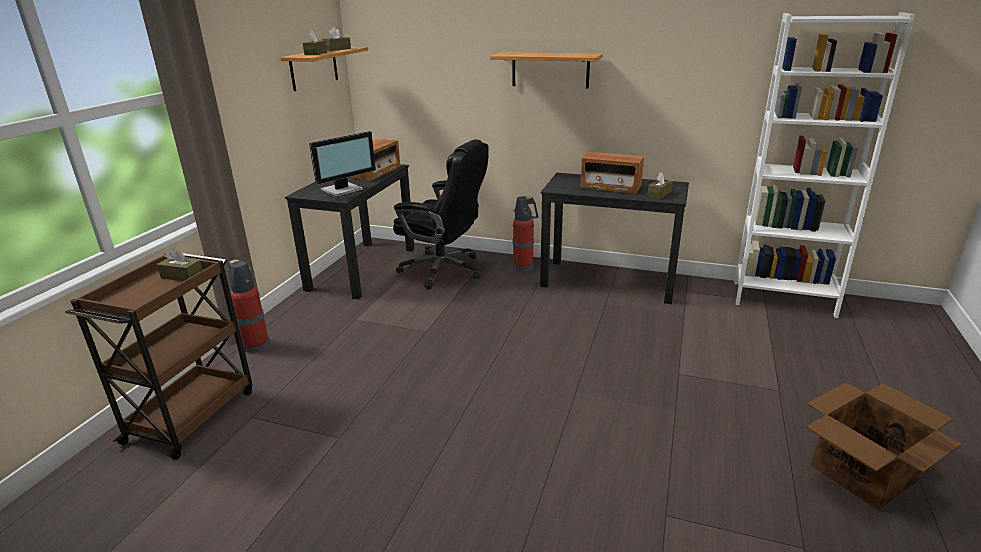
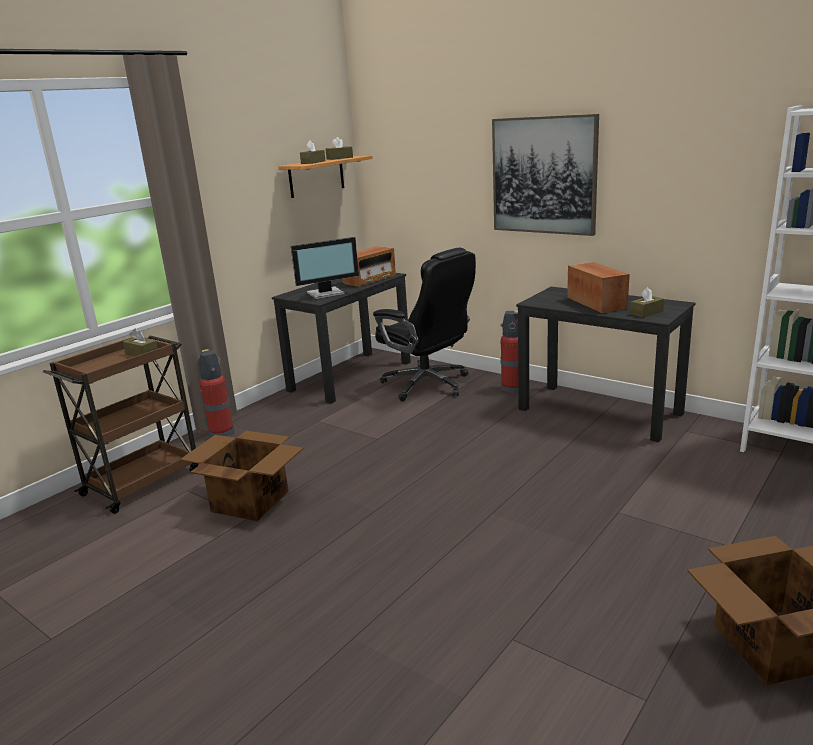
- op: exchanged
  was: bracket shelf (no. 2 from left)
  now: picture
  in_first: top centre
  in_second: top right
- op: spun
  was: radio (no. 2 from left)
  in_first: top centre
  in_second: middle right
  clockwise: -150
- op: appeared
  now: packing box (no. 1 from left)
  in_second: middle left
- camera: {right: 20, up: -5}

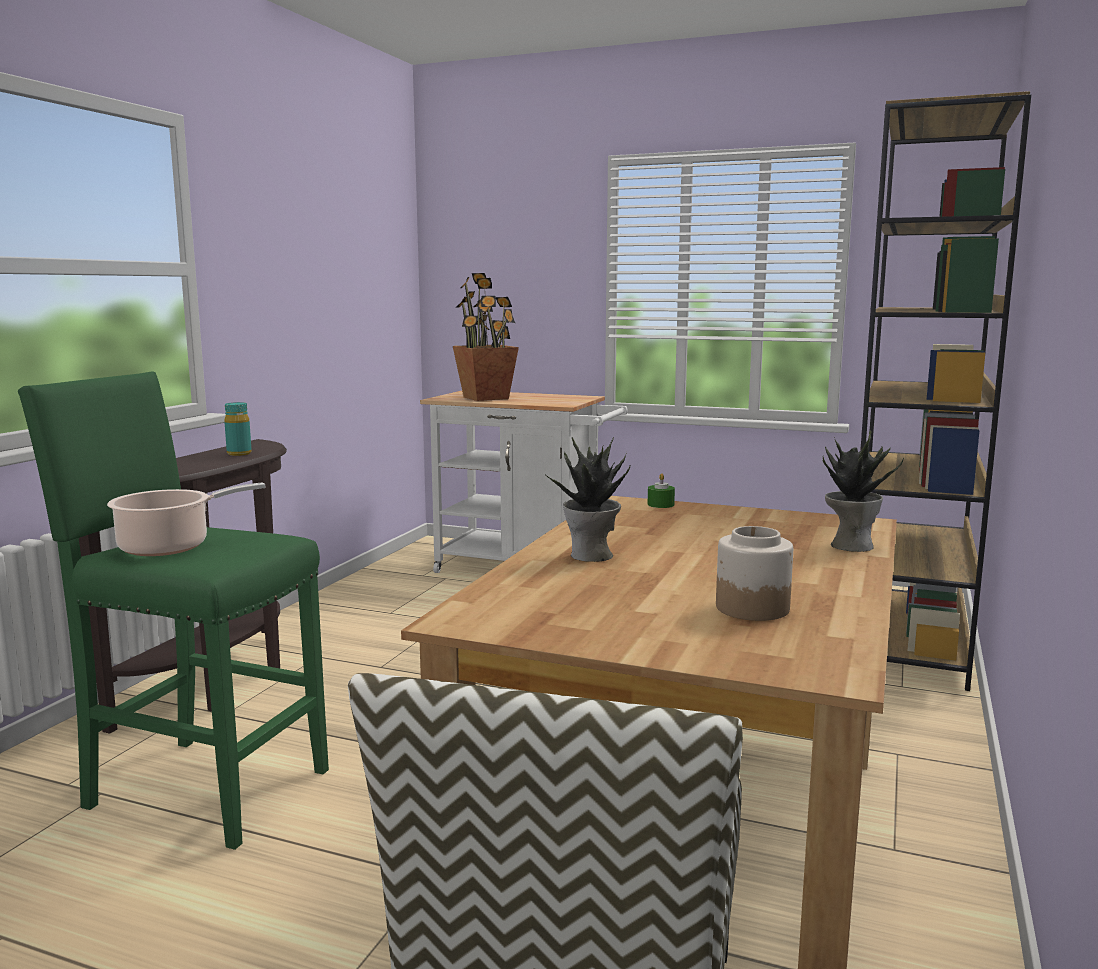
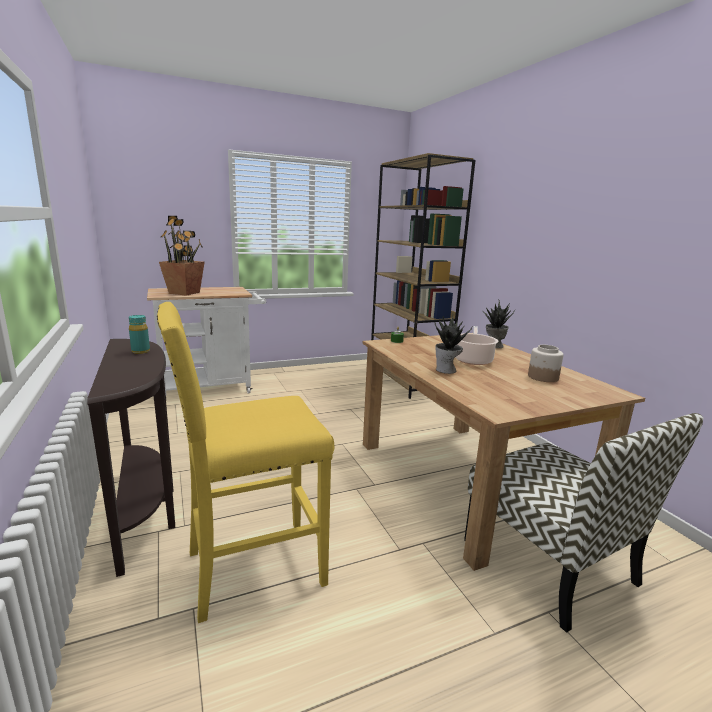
- op: colour
  was: green sitting stool
  now: yellowish sitting stool
  in_first: middle left
  in_second: centre
- op: relocated
  was: saucepot
  in_first: middle left
  in_second: middle right
- camera: {right: -45, up: 5}

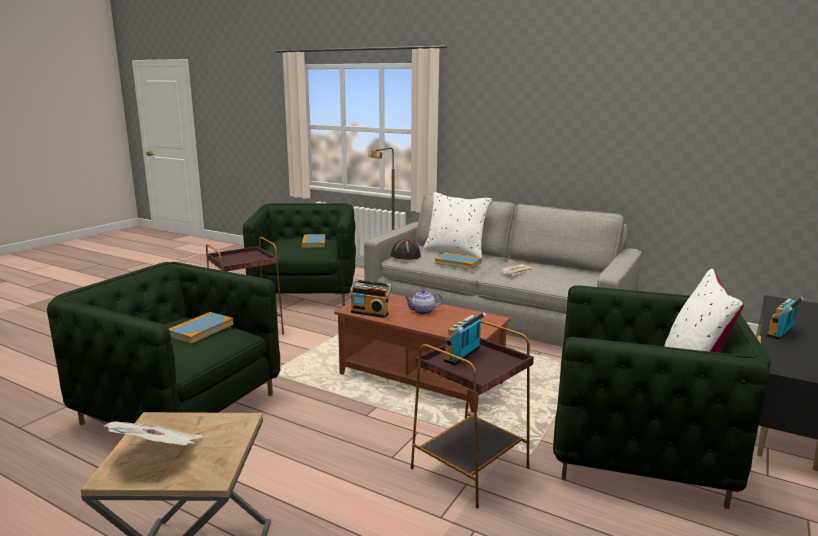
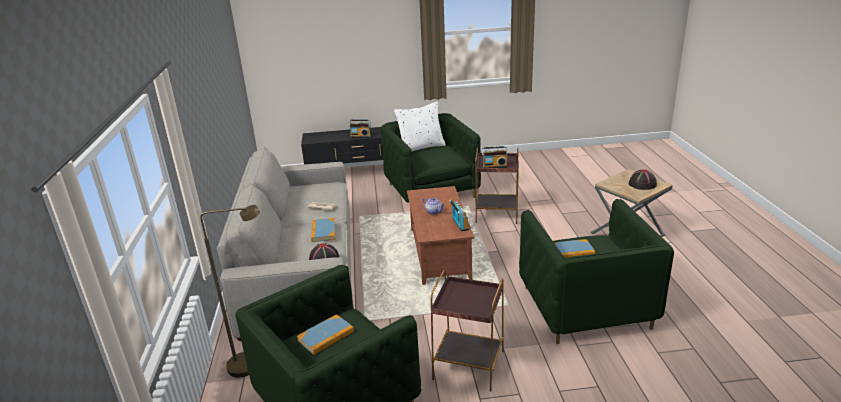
- op: exchanged
  was: printed paper (no. 1 from left)
  now: black-coloured hat (no. 2 from left)
  in_first: bottom left
  in_second: middle right
- op: missing
  was: whitish pillow (no. 1 from left)
  in_first: centre
- camera: {right: -125, up: 10}

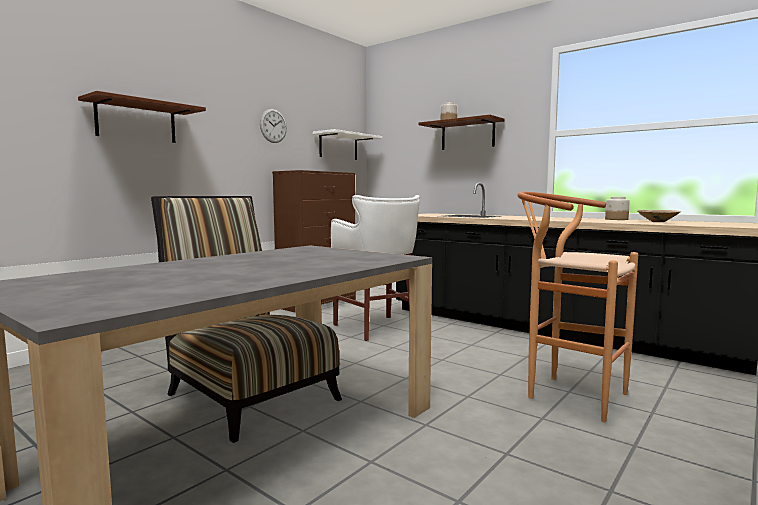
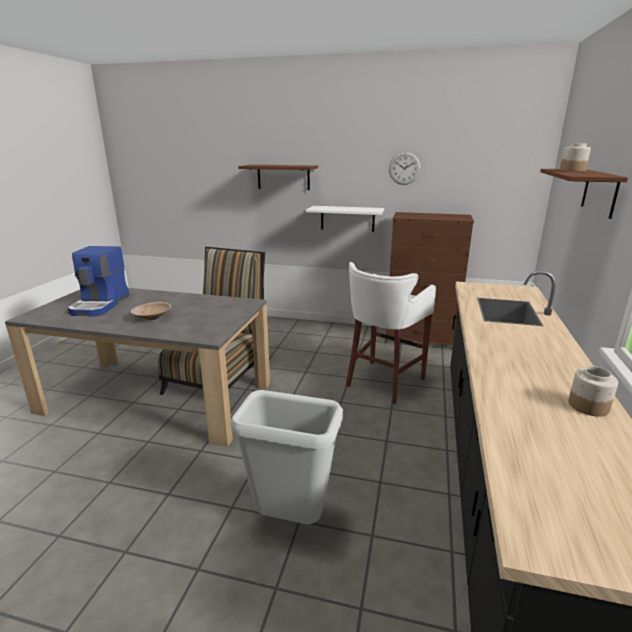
- op: relocated
  was: whitish bracket shelf
  in_first: top centre
  in_second: centre
- op: exchanged
  was: brown sitting stool
  now: grey trash can
  in_first: middle right
  in_second: bottom centre
- op: relocated
  was: sand-coloured serving bowl
  in_first: middle right
  in_second: middle left
- op: appeared
  now: coffee maker
  in_second: middle left
- camera: {right: 65, up: 15}

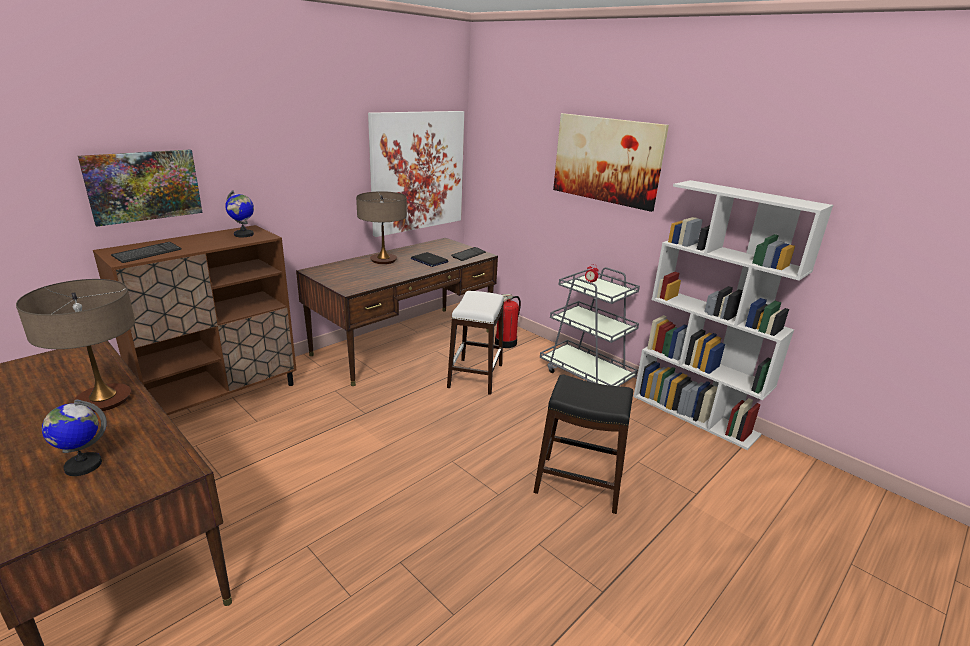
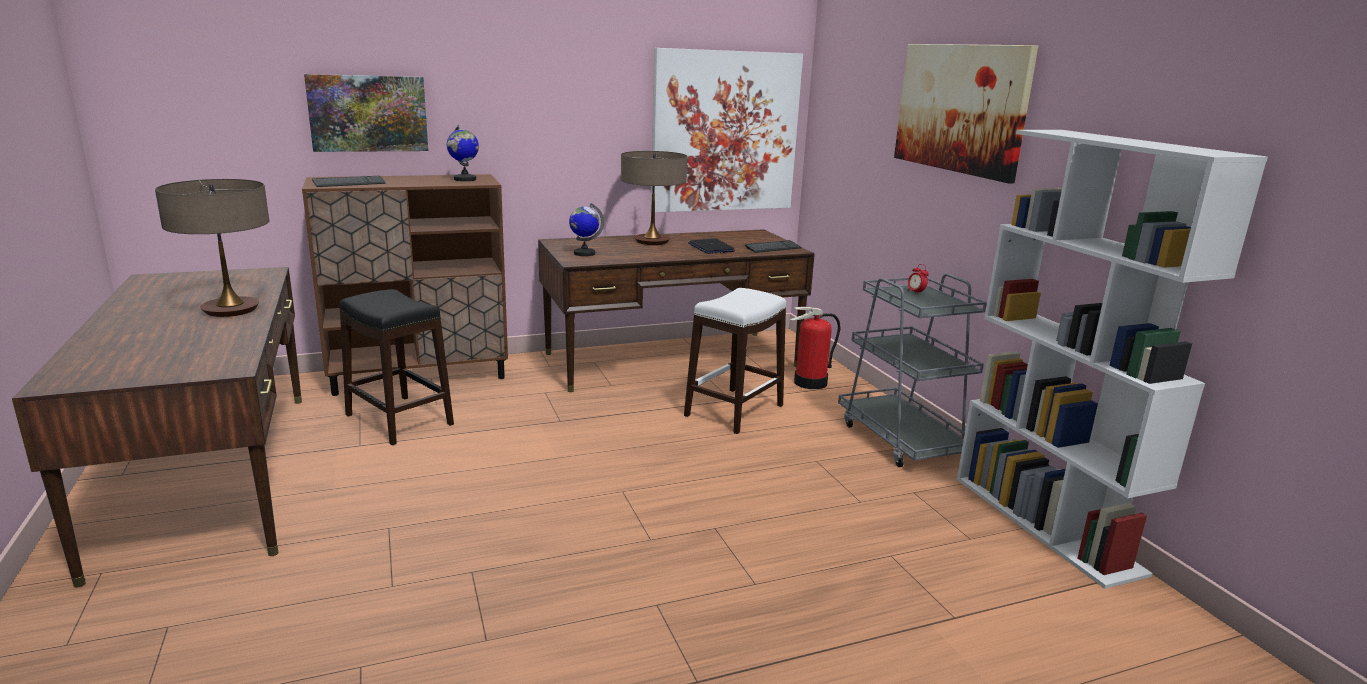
- op: relocated
  was: desk globe (no. 1 from left in the first image)
  now: desk globe (no. 2 from left)
  in_first: bottom left
  in_second: centre
- op: relocated
  was: black-coloured sitting stool
  in_first: bottom centre
  in_second: middle left
- camera: {right: 25, up: -5}

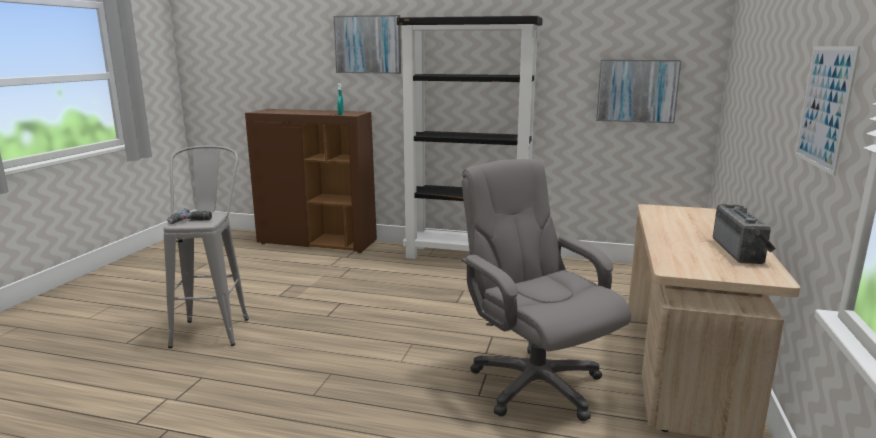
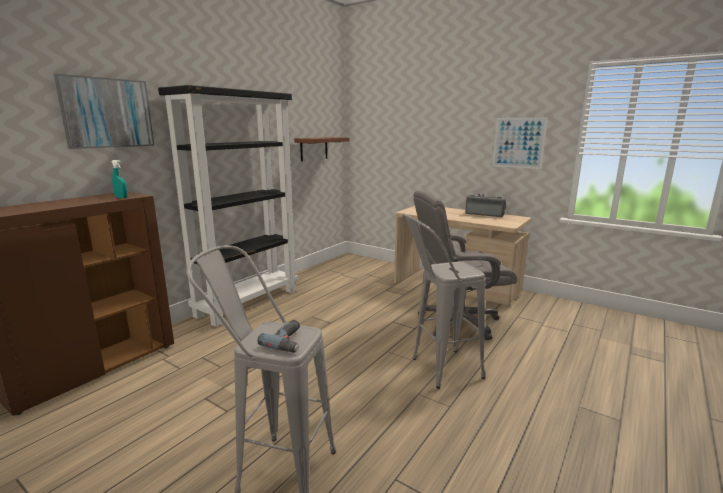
- op: exchanged
  was: picture (no. 2 from left)
  now: brown bracket shelf
  in_first: top right
  in_second: top centre
- op: appeared
  now: grey sitting stool (no. 2 from left)
  in_second: centre
- camera: {right: -70, up: 0}

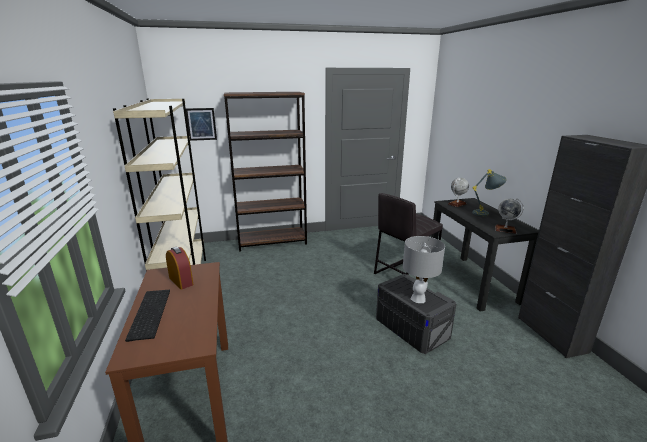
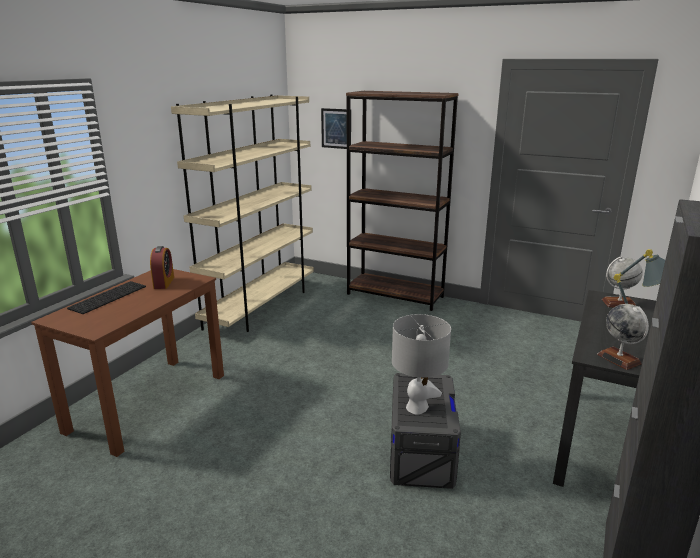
- op: missing
  was: grey sitting stool
  in_first: centre
- camera: {right: 40, up: 0}

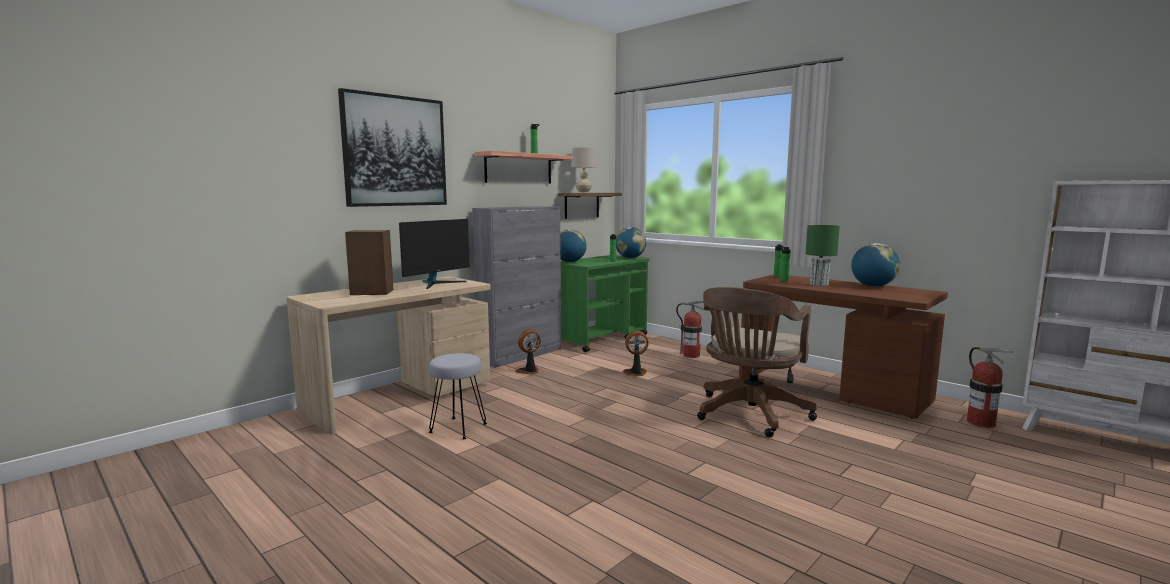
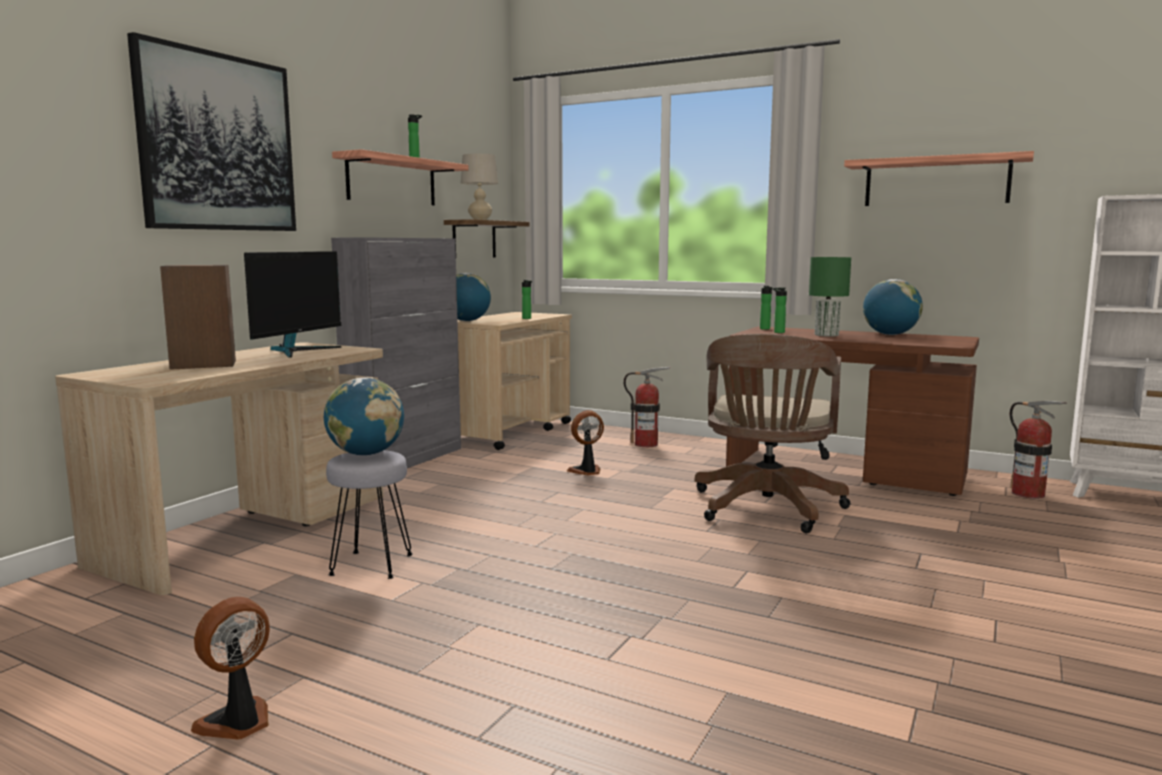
- op: relocated
  was: cooling fan (no. 1 from left)
  in_first: centre
  in_second: bottom left
- op: colour
  was: green trolley
  now: sand-coloured trolley
  in_first: centre
  in_second: centre
- op: relocated
  was: desk globe (no. 2 from left in the first image)
  now: desk globe (no. 1 from left)
  in_first: centre
  in_second: middle left
- op: appeared
  now: bracket shelf (no. 3 from left)
  in_second: top right
- camera: {right: -15, up: 0}

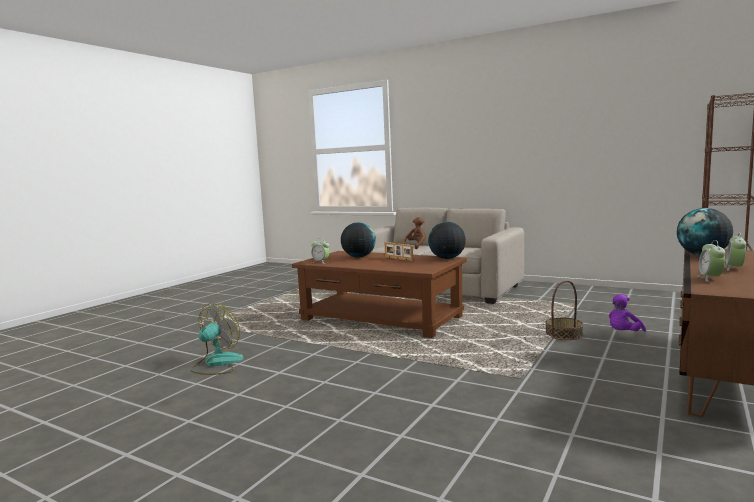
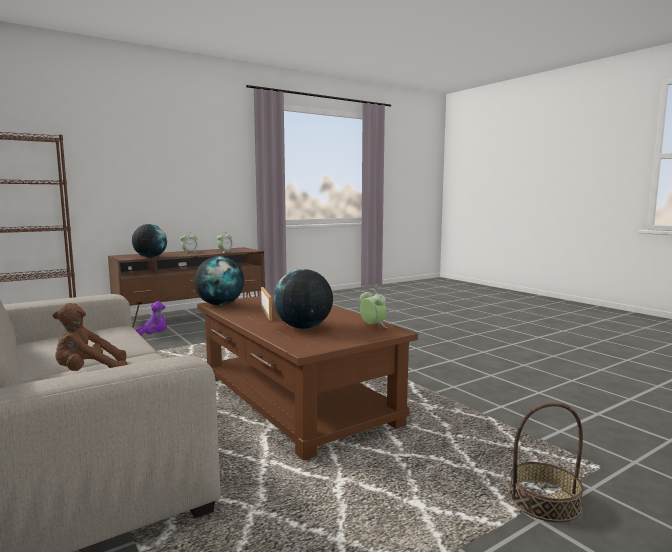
- op: missing
  was: cooling fan
  in_first: bottom left
- op: relocated
  was: household basket
  in_first: middle right
  in_second: bottom right
- camera: {right: -155, up: 0}

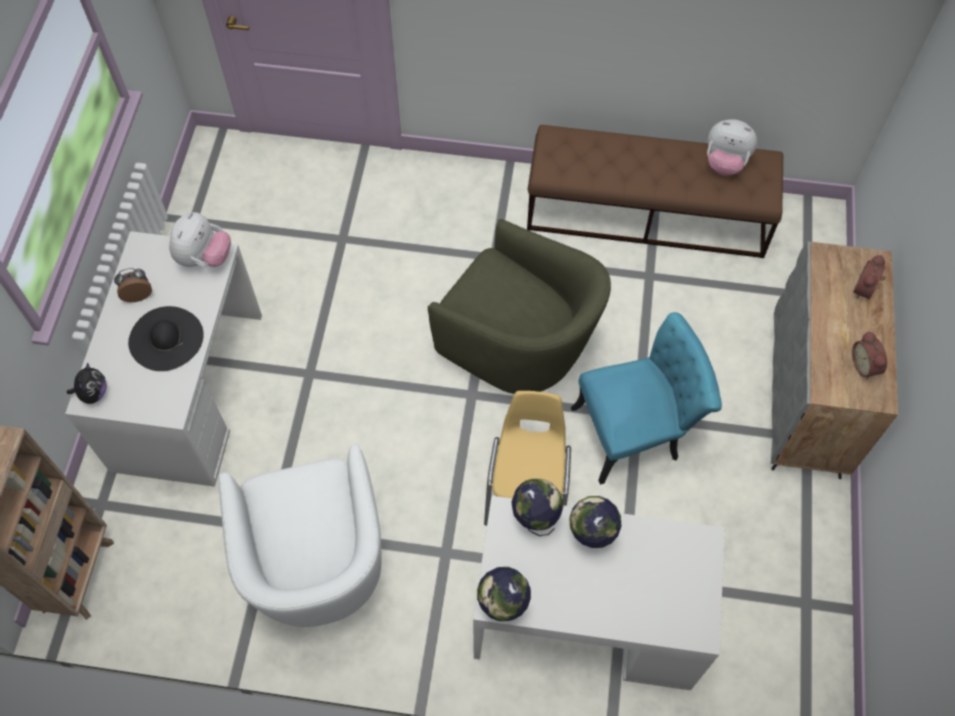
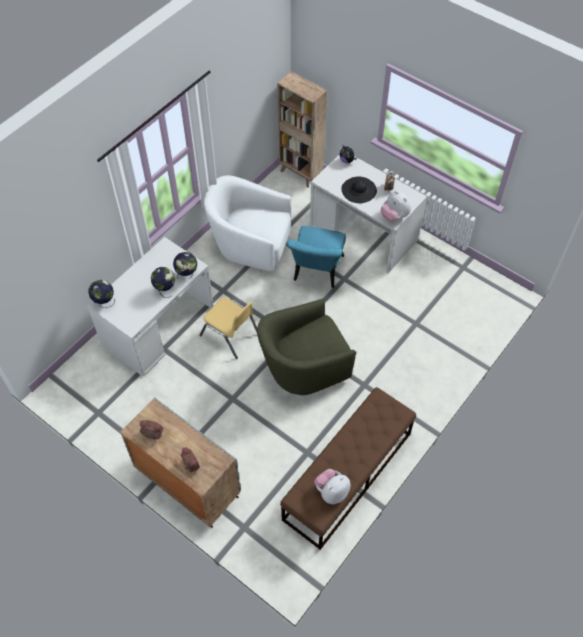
- op: relocated
  was: desk globe (no. 1 from left)
  in_first: bottom centre
  in_second: middle left
- op: relocated
  was: turquoise-coloured upright chair
  in_first: middle right
  in_second: centre
- camera: {right: 120, up: -5}

